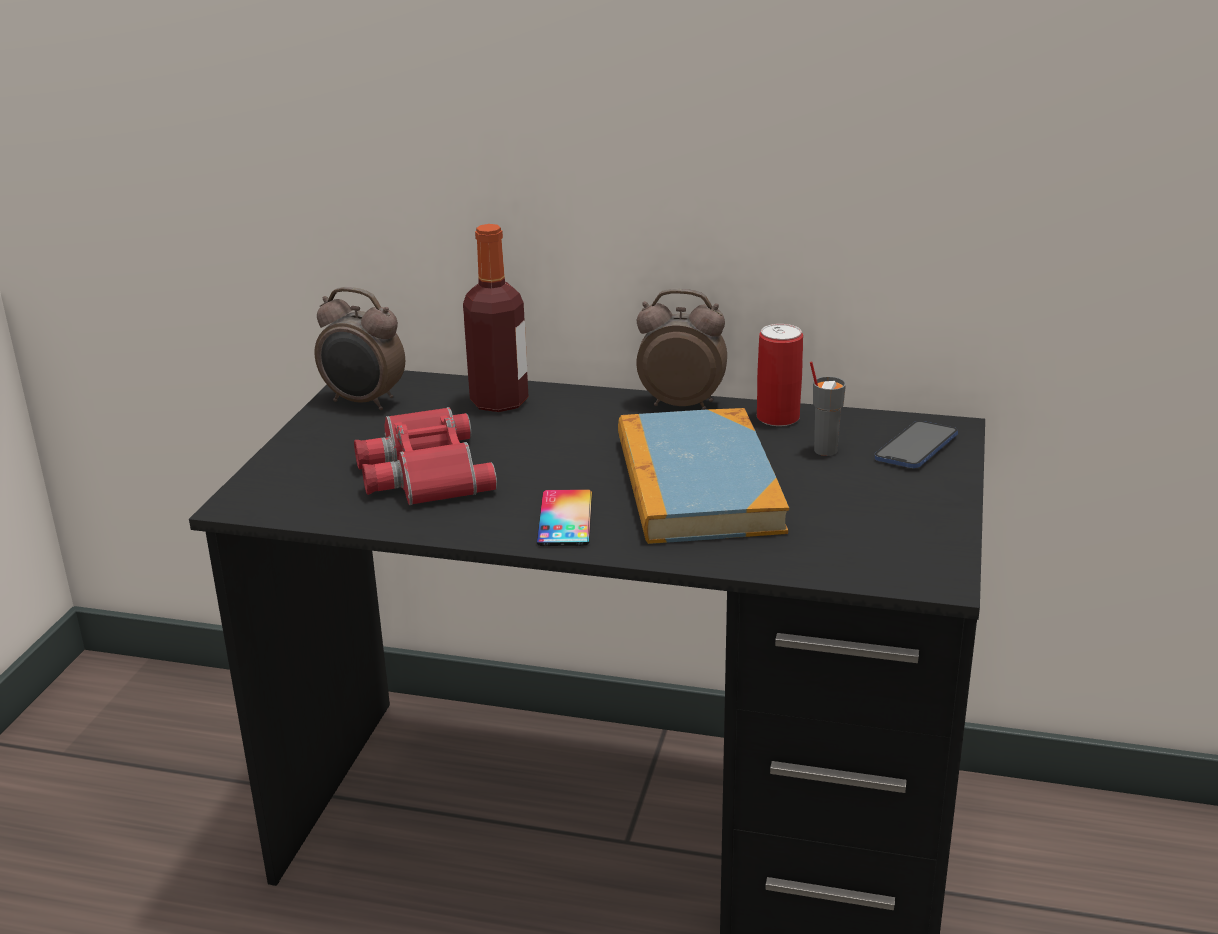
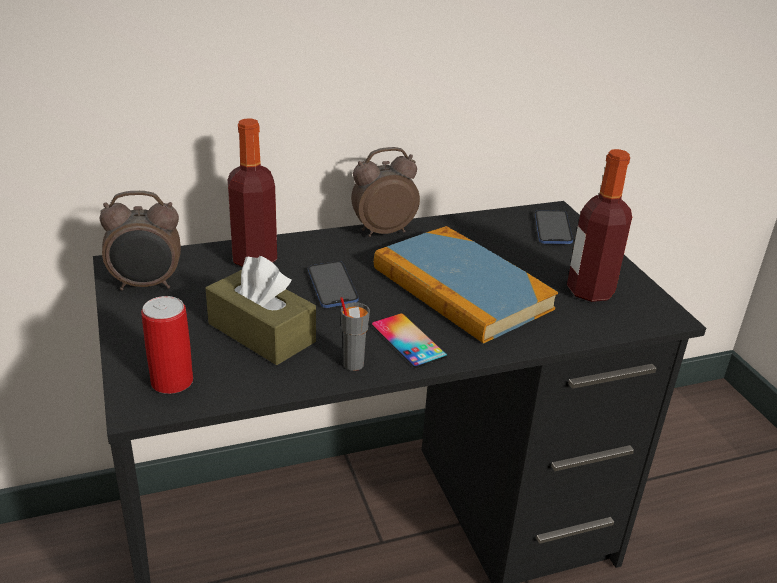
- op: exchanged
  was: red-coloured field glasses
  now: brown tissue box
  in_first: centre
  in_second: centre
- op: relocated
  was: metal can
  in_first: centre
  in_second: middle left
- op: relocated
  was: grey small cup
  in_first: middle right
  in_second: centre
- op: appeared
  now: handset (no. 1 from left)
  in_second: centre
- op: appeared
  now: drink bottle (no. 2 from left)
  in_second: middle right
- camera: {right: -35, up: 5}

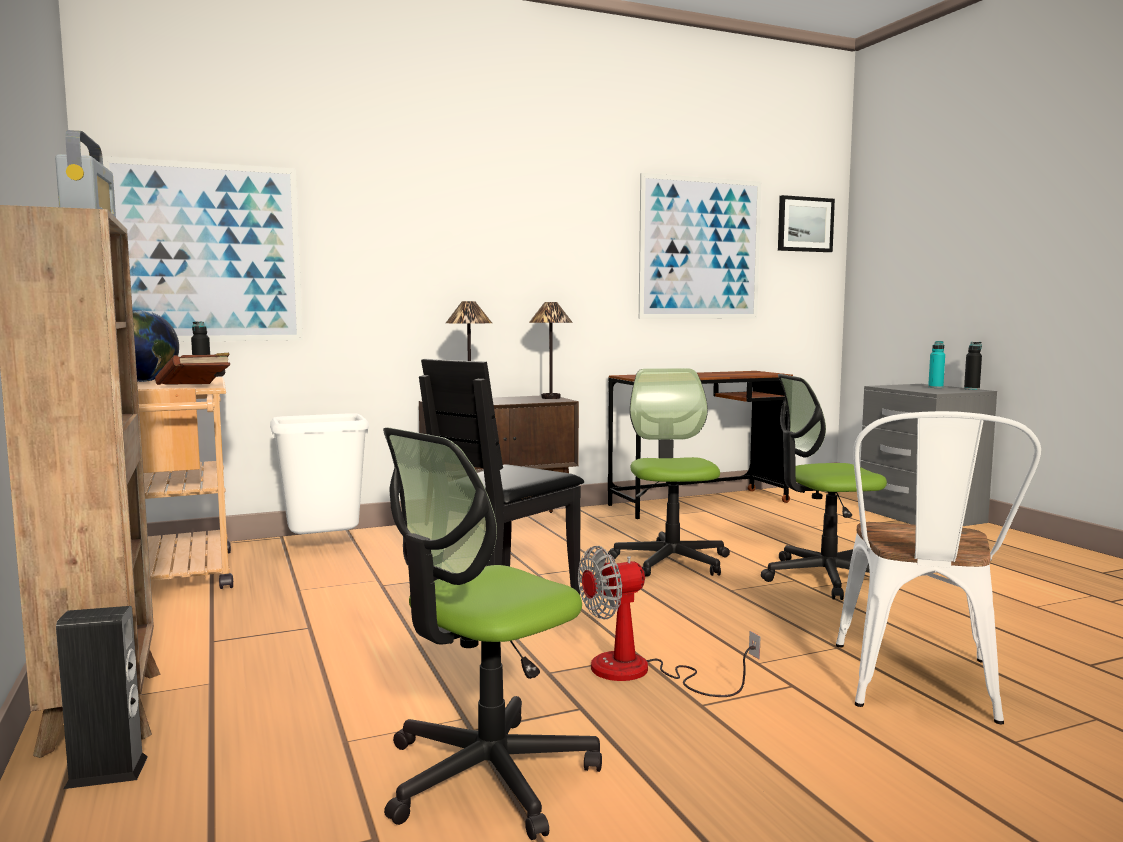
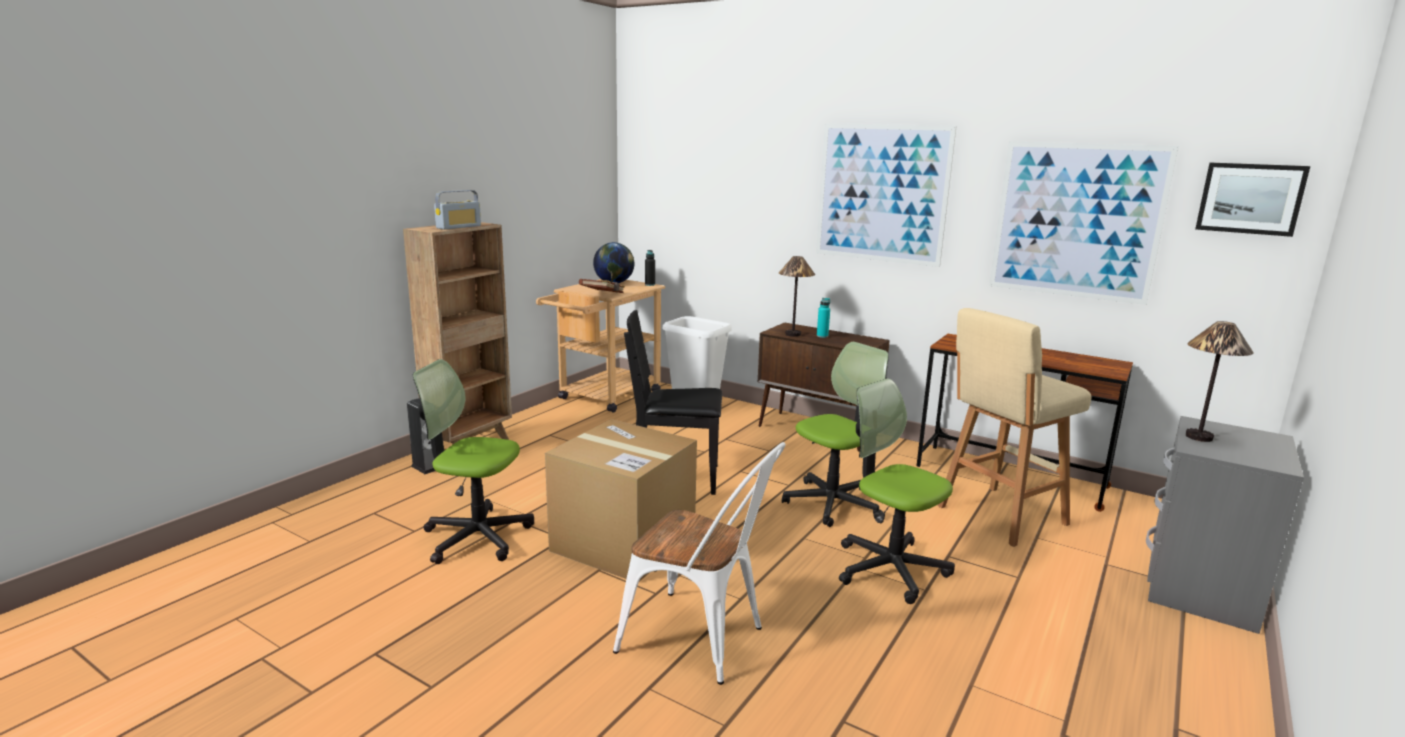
- op: relocated
  was: picture (no. 1 from left)
  in_first: top left
  in_second: top centre
- op: relocated
  was: lamp for a table (no. 2 from left)
  in_first: centre
  in_second: middle right
- op: exchanged
  was: cooling fan
  now: packing box
  in_first: bottom centre
  in_second: bottom centre
- op: spun
  was: whitish upright chair
  in_first: bottom right
  in_second: bottom centre
  clockwise: -135
- op: relocated
  was: turquoise-coloured drink bottle
  in_first: middle right
  in_second: centre
- op: missing
  was: black-coloured drink bottle (no. 2 from left)
  in_first: middle right
- op: appeared
  now: sand-coloured sitting stool
  in_second: middle right
- camera: {right: 55, up: 10}

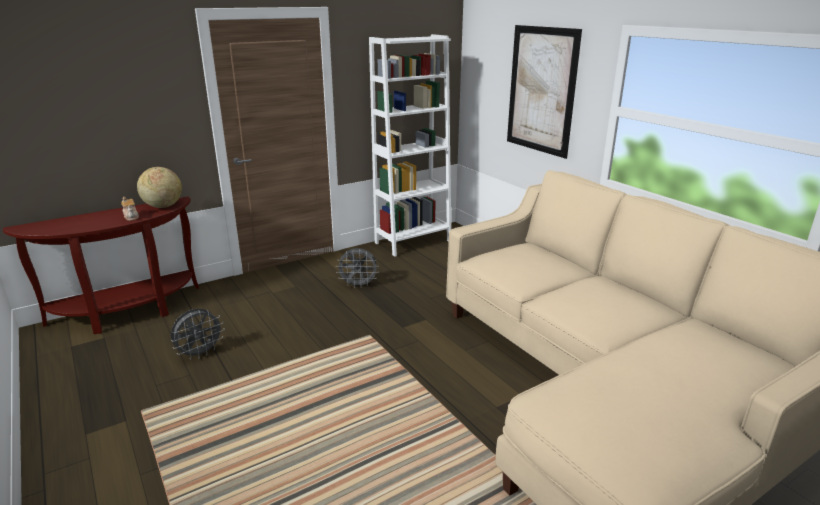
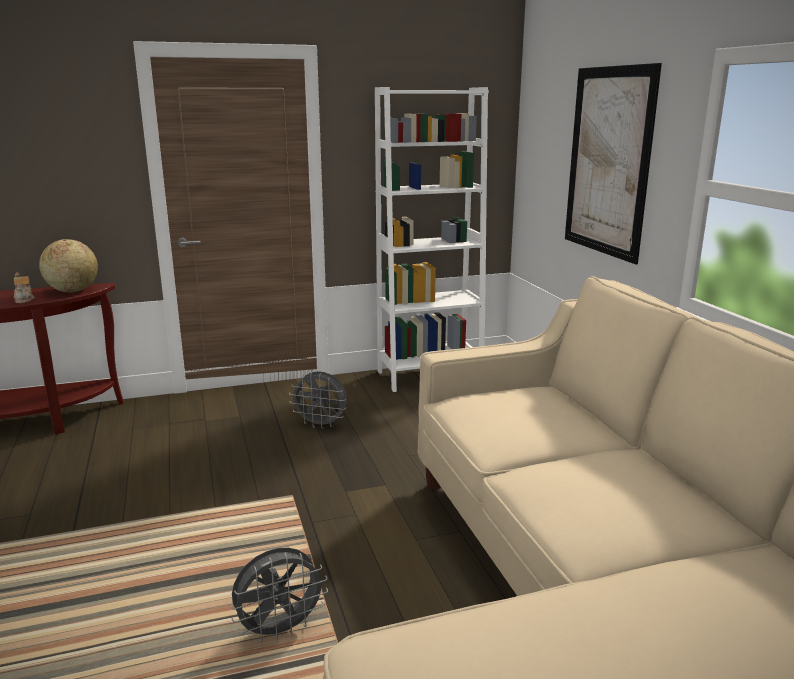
- op: relocated
  was: grey cooling fan (no. 1 from left)
  in_first: middle left
  in_second: bottom centre
- camera: {right: 15, up: -5}

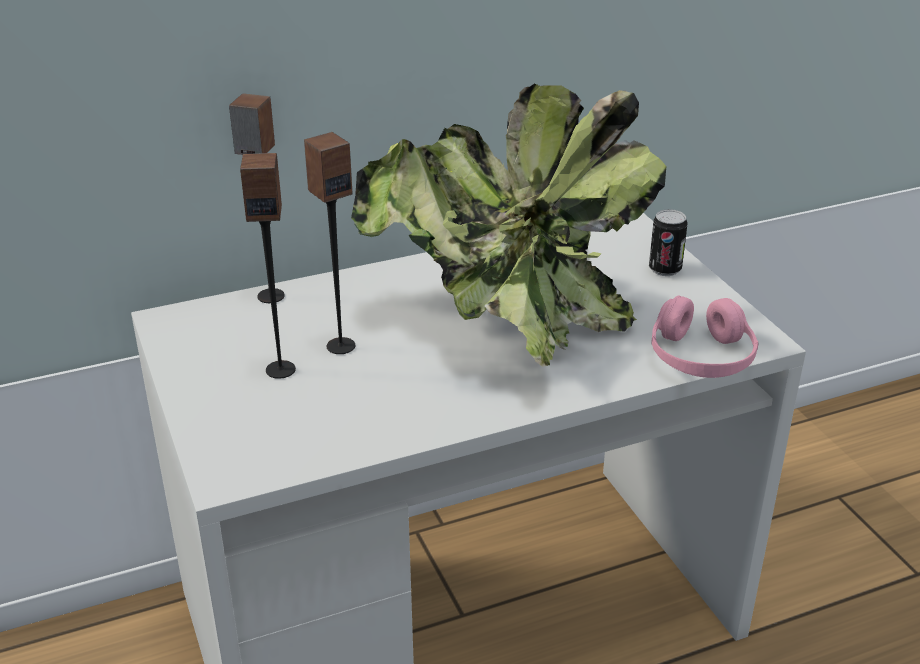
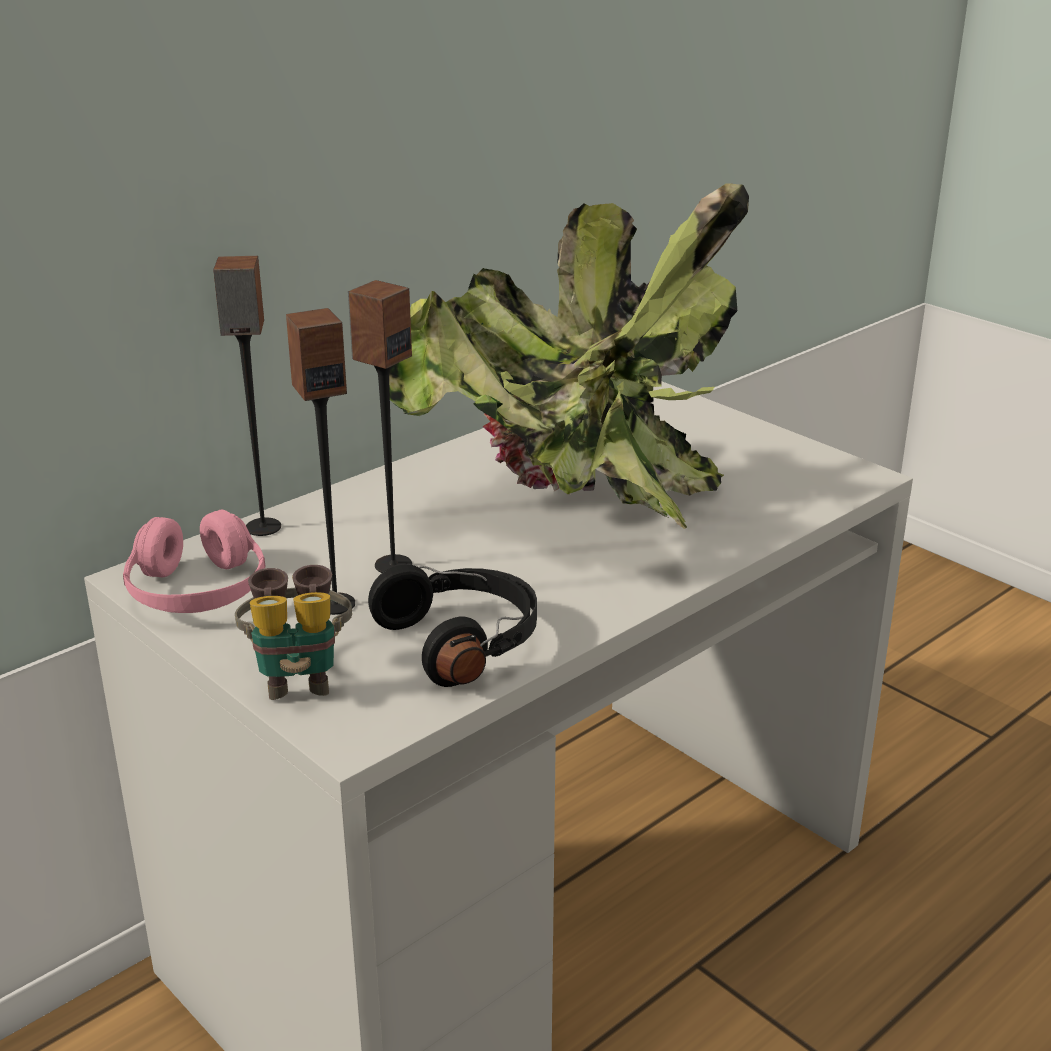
- op: missing
  was: metal can
  in_first: middle right
- op: relocated
  was: pink pair of headphones
  in_first: middle right
  in_second: middle left
- op: appeared
  now: field glasses
  in_second: middle left
- op: appeared
  now: black-coloured pair of headphones
  in_second: centre
- camera: {right: -20, up: -5}

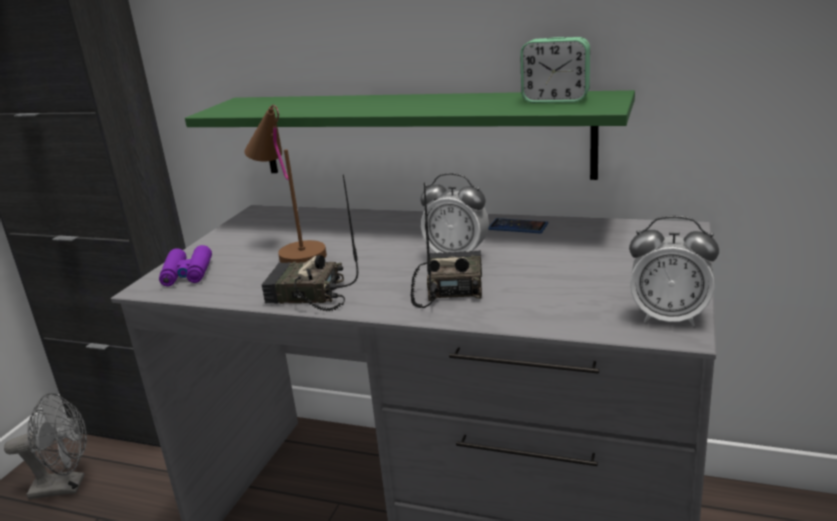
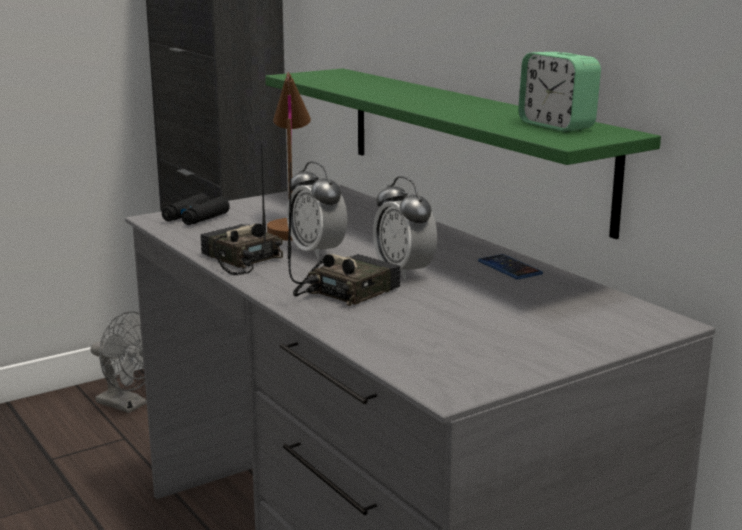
- op: colour
  was: purple field glasses
  now: black-coloured field glasses
  in_first: middle left
  in_second: middle left
- op: relocated
  was: table clock (no. 3 from left in the first image)
  now: table clock (no. 1 from left)
  in_first: middle right
  in_second: centre
- camera: {right: 35, up: -5}

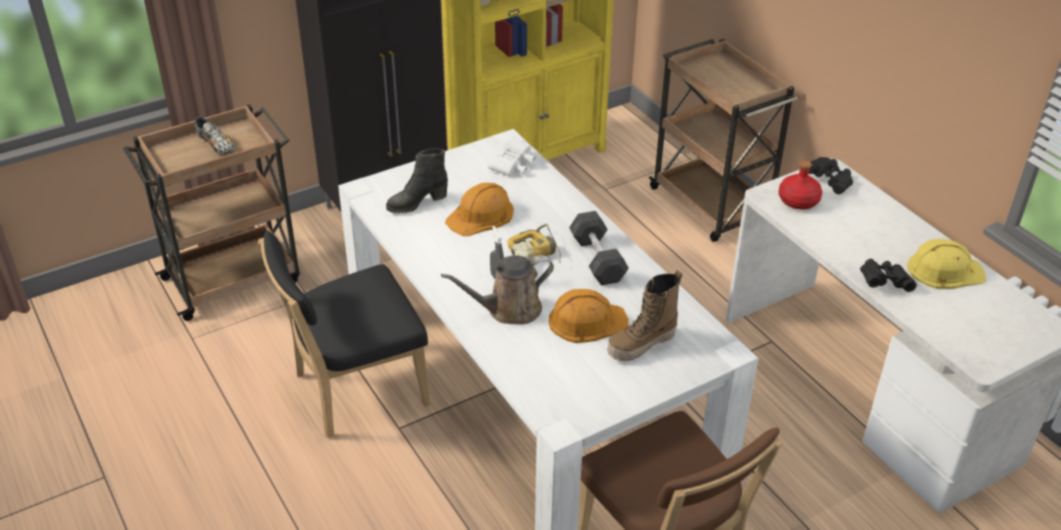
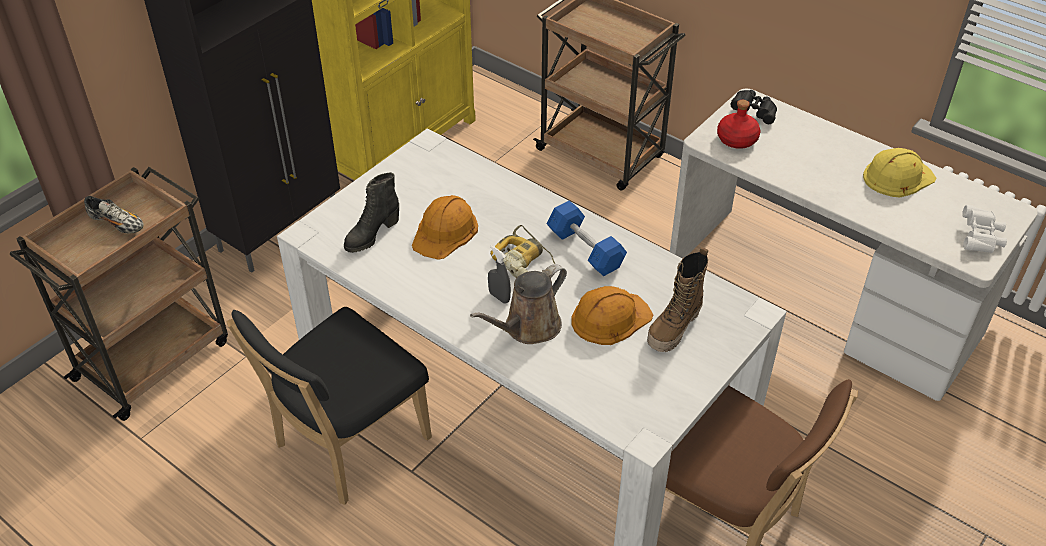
- op: relocated
  was: whitish field glasses
  in_first: top centre
  in_second: middle right
- op: colour
  was: grey dumbbell
  now: bluish dumbbell
  in_first: centre
  in_second: centre
- op: missing
  was: black-coloured field glasses (no. 2 from left)
  in_first: middle right
- camera: {right: -20, up: 5}

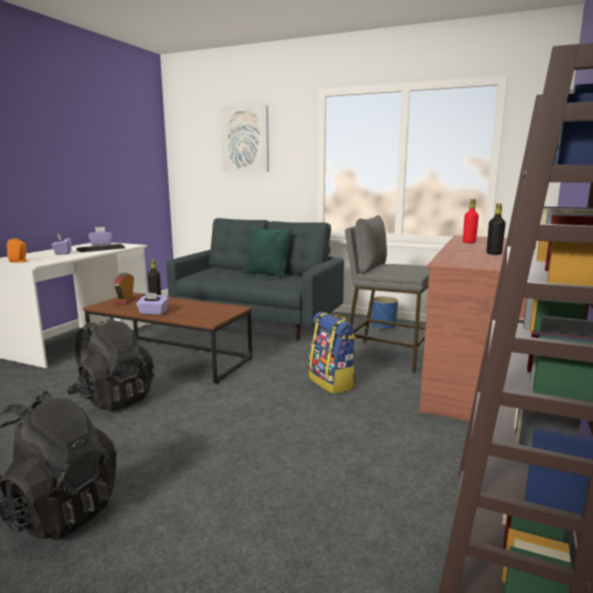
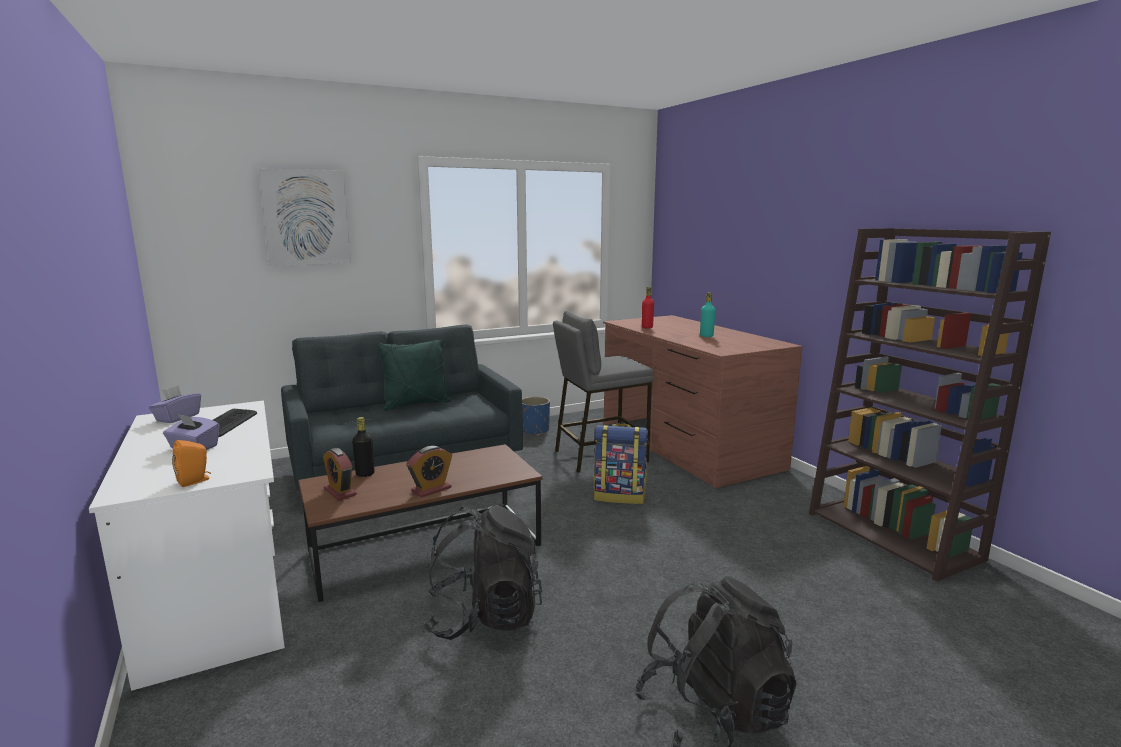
- op: exchanged
  was: purple tissue box (no. 3 from left)
  now: table clock (no. 2 from left)
  in_first: middle left
  in_second: centre
- op: colour
  was: black-coloured drink bottle (no. 2 from left)
  now: turquoise-coloured drink bottle
  in_first: middle right
  in_second: centre
- camera: {right: -50, up: 0}

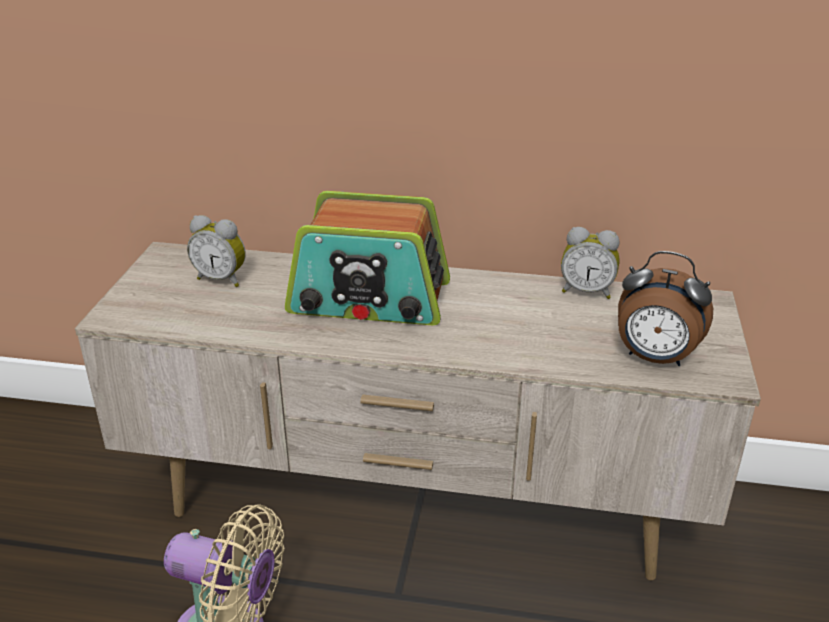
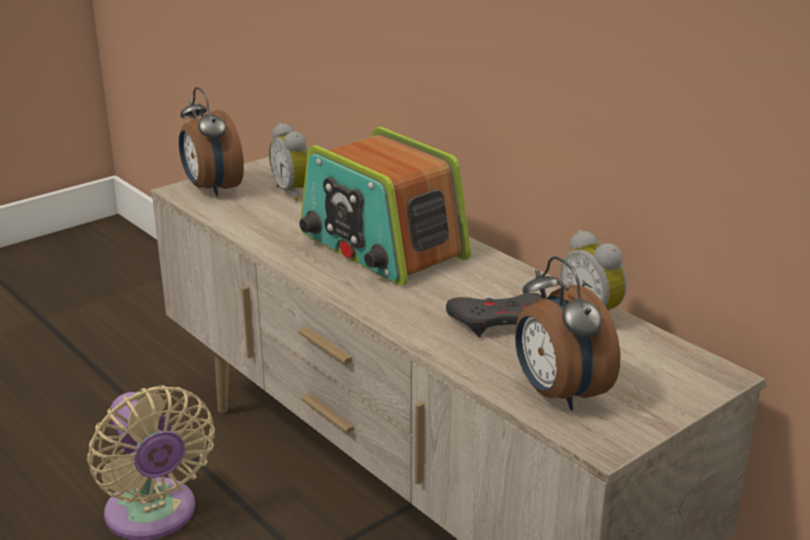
- op: appeared
  now: table clock (no. 1 from left)
  in_second: top left
- op: appeared
  now: grey game controller
  in_second: centre
- camera: {right: 40, up: -5}

